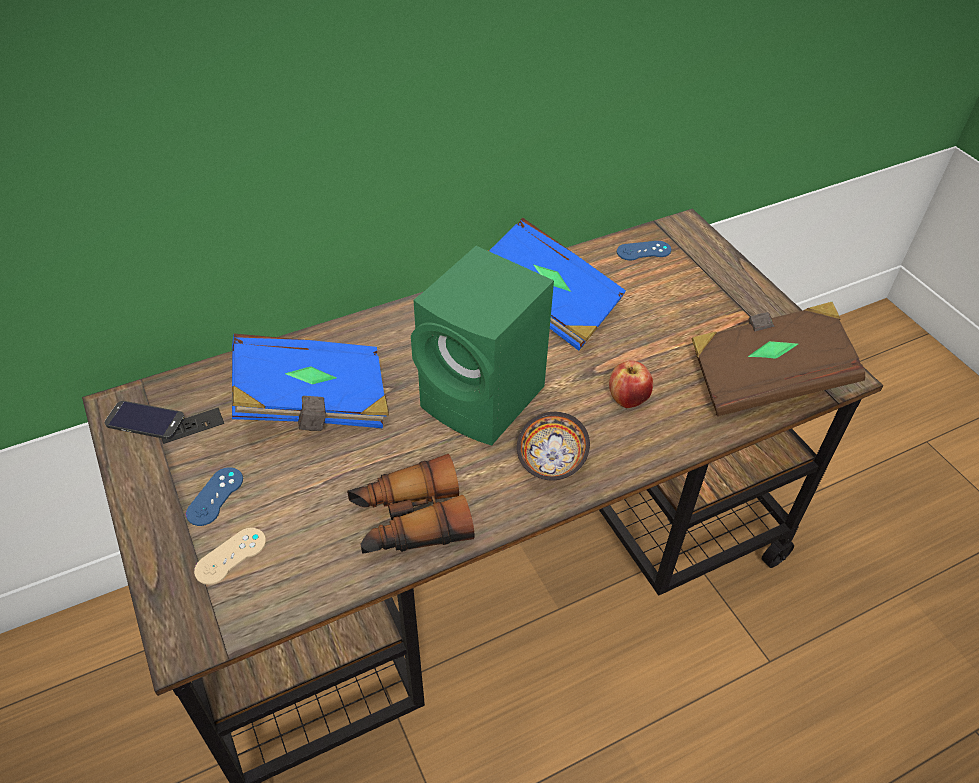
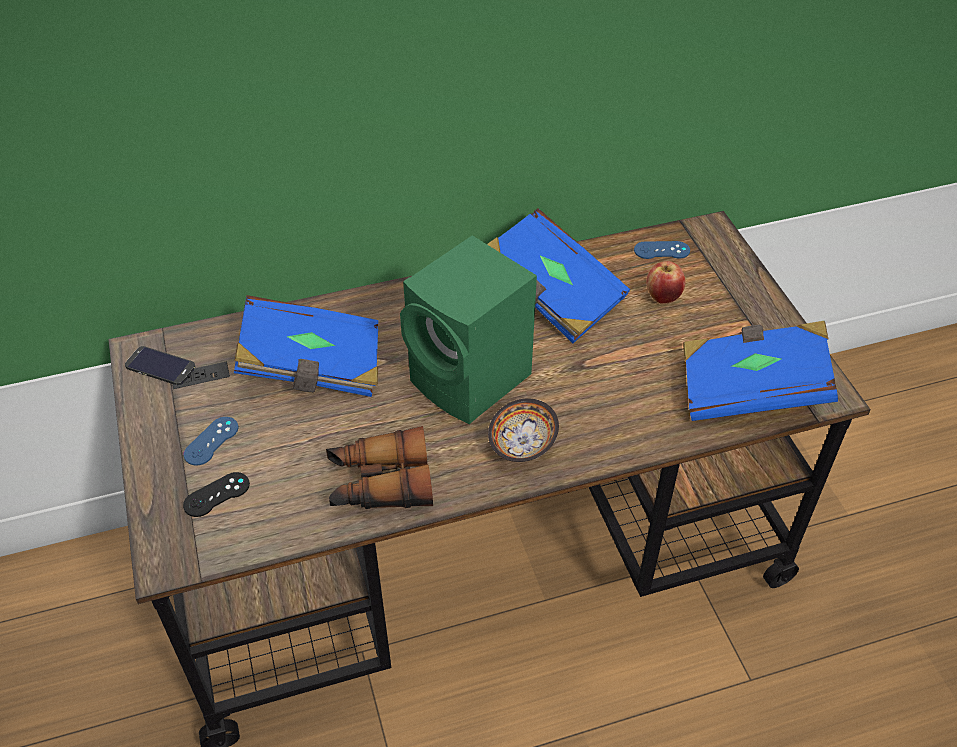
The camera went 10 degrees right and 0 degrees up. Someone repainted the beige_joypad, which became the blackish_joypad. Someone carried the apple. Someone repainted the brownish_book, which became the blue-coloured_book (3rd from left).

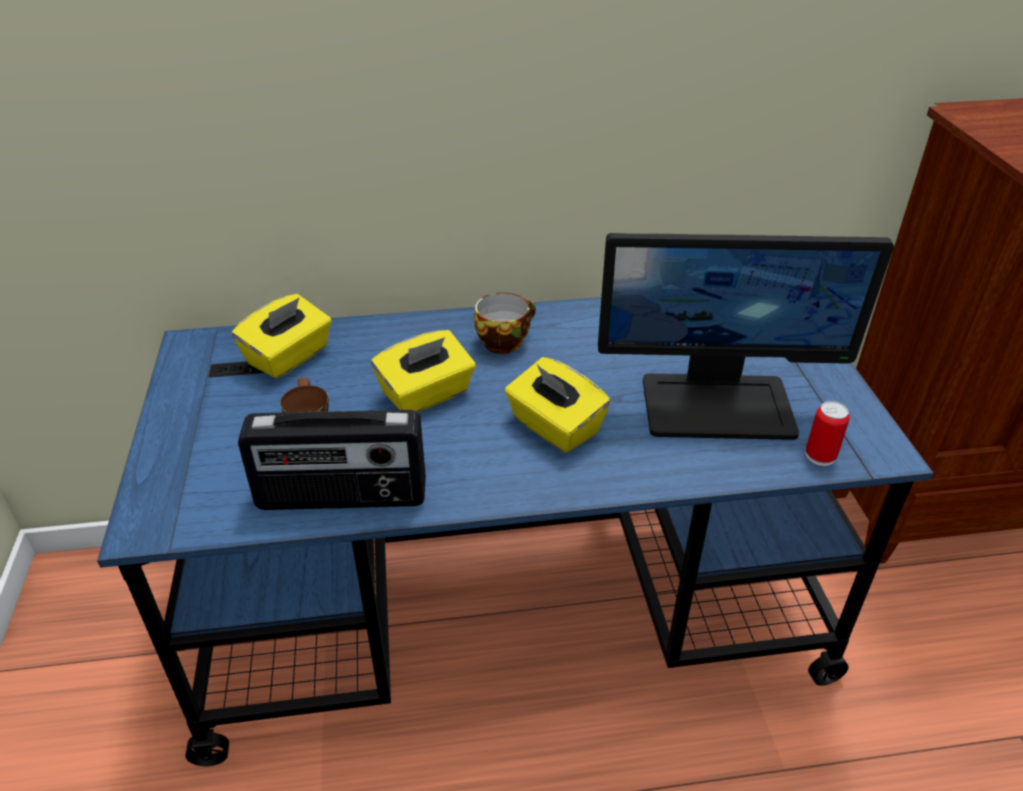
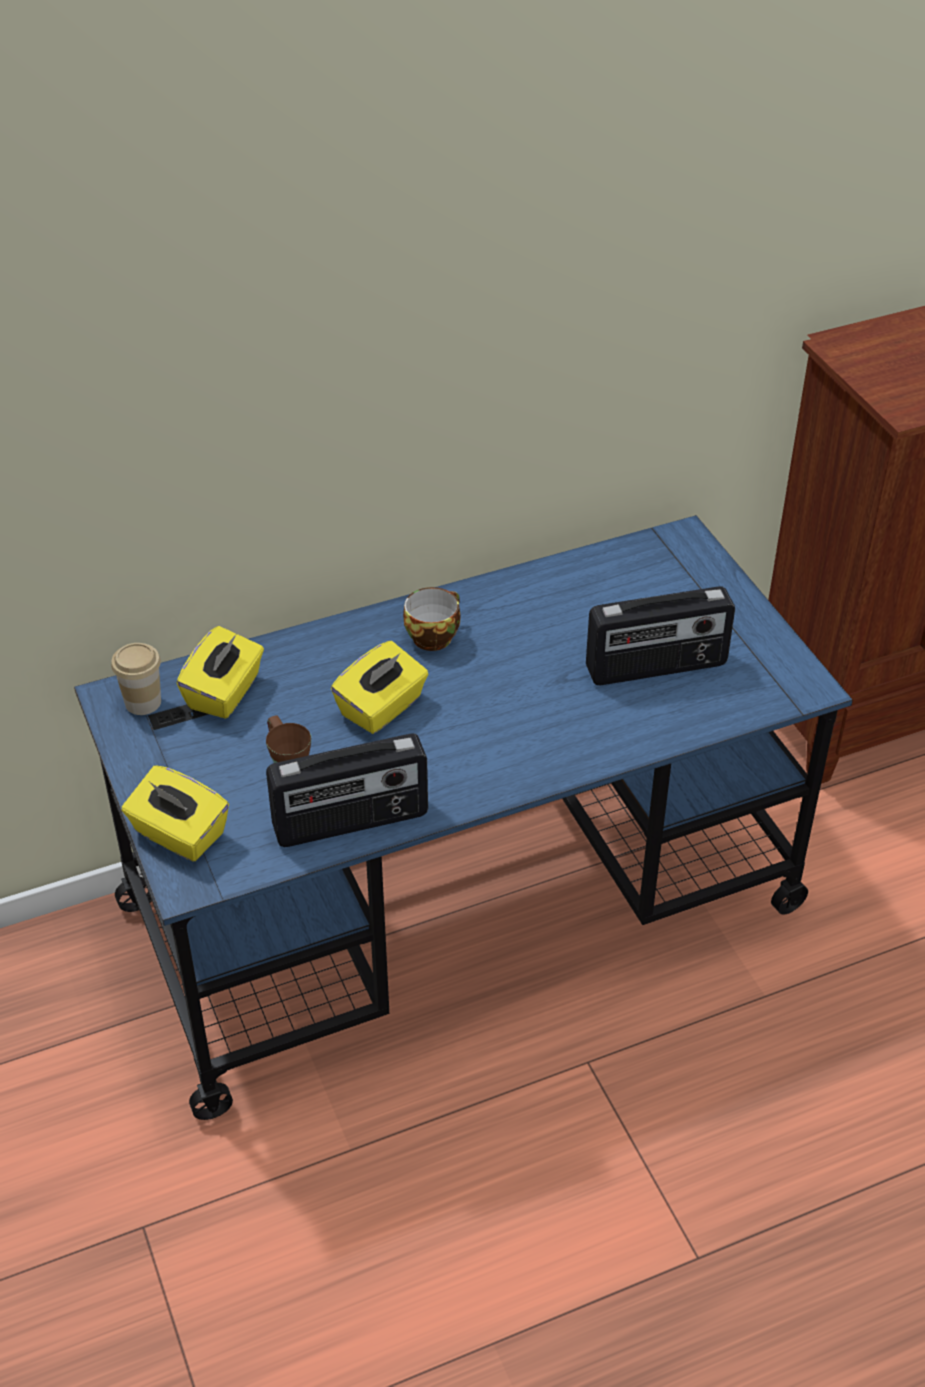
The camera went 15 degrees left and 5 degrees up. Someone carried the yellow_tissue_box (3rd from left in the first image). Someone swapped the computer_screen for the radio (2nd from left). Someone took away the can. Someone put down the small_cup (1st from left).

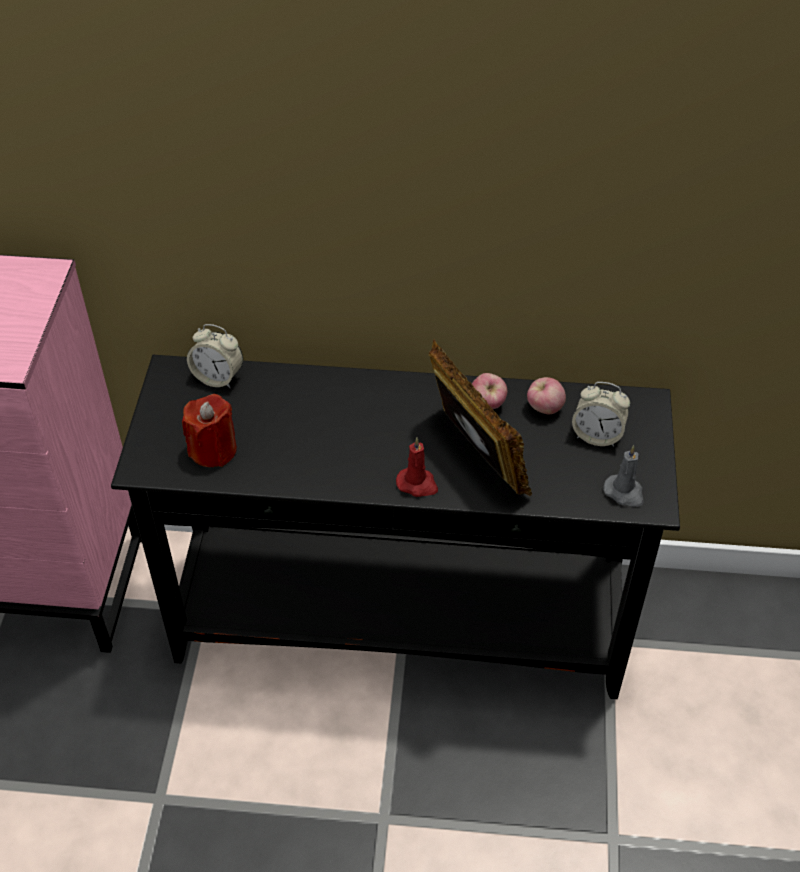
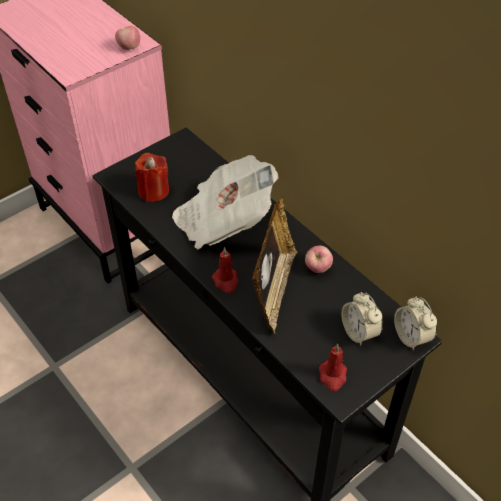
The camera went 45 degrees right and 0 degrees up. Someone carried the bedside_clock (1st from left in the first image). Someone carried the apple (2nd from left in the first image). Someone repainted the greyish_candle, which became the red_candle (3rd from left). Someone put down the daily_paper.

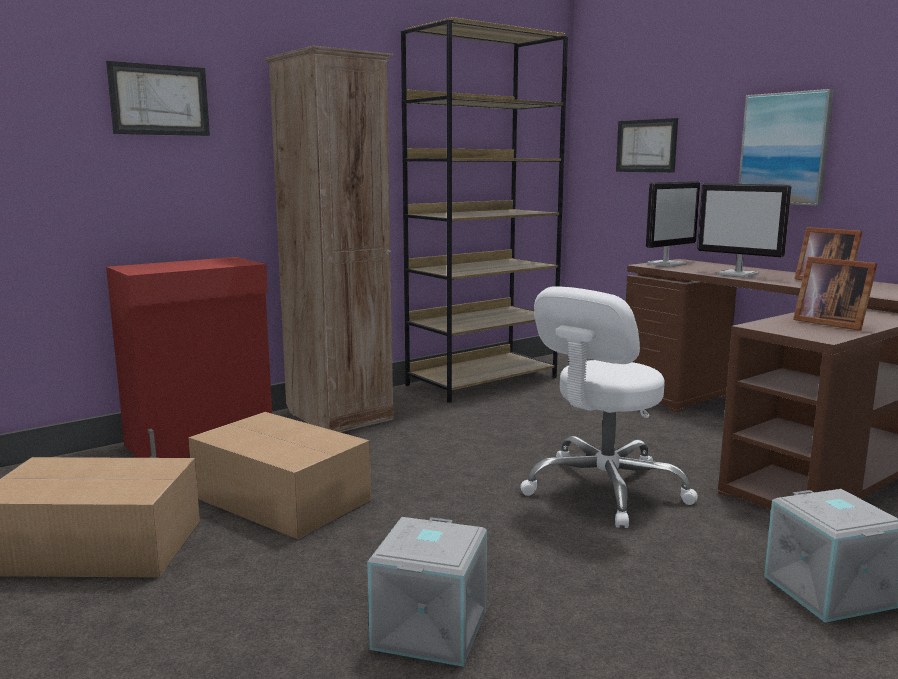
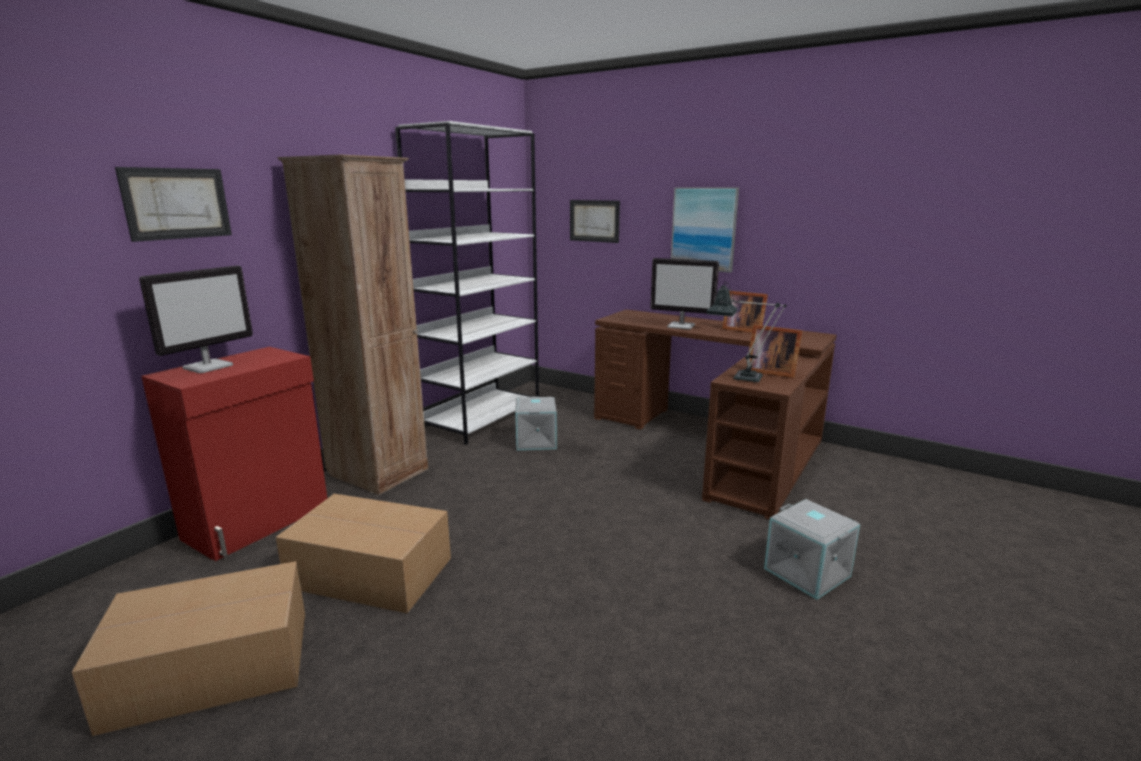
The camera went 20 degrees left and 5 degrees up. Someone carried the greyish_storage_bin (1st from left). Someone repainted the brownish_bookcase, which became the whitish_bookcase. Someone took away the whitish_office_chair. Someone carried the computer_screen (1st from left). Someone put down the table_lamp.

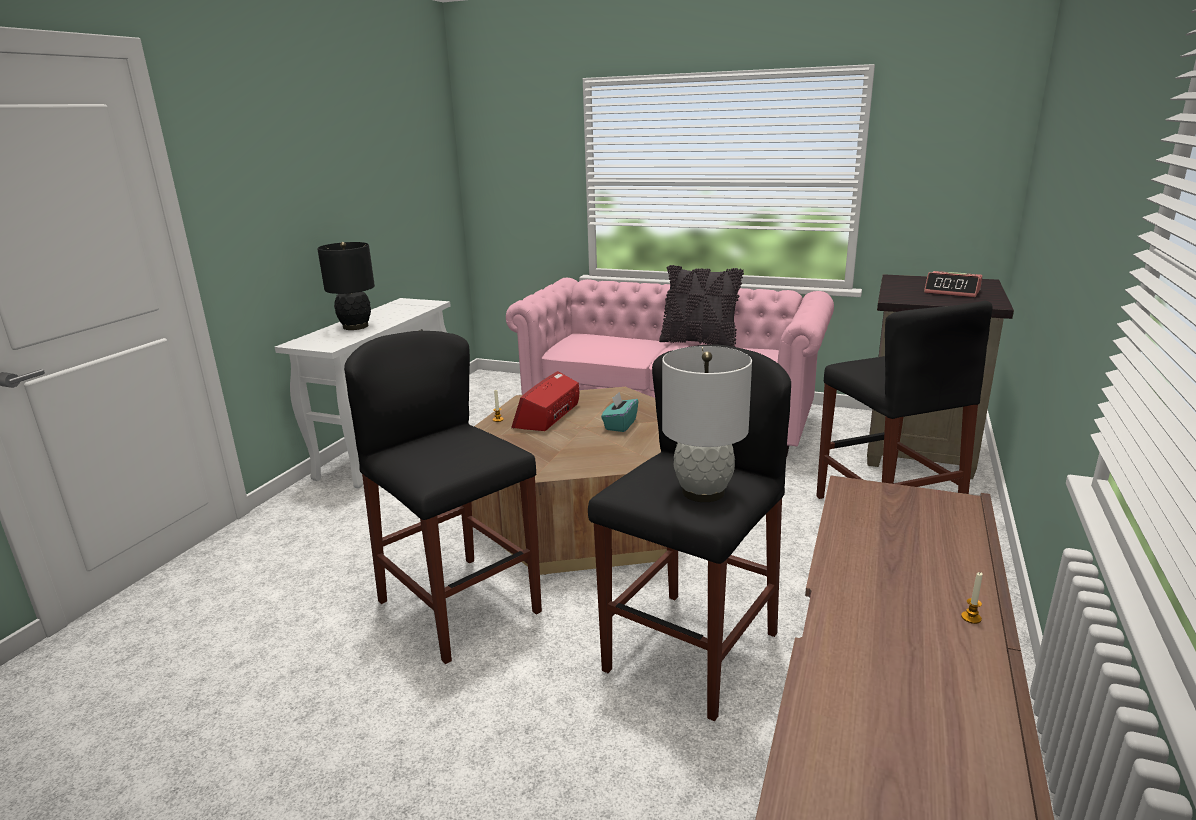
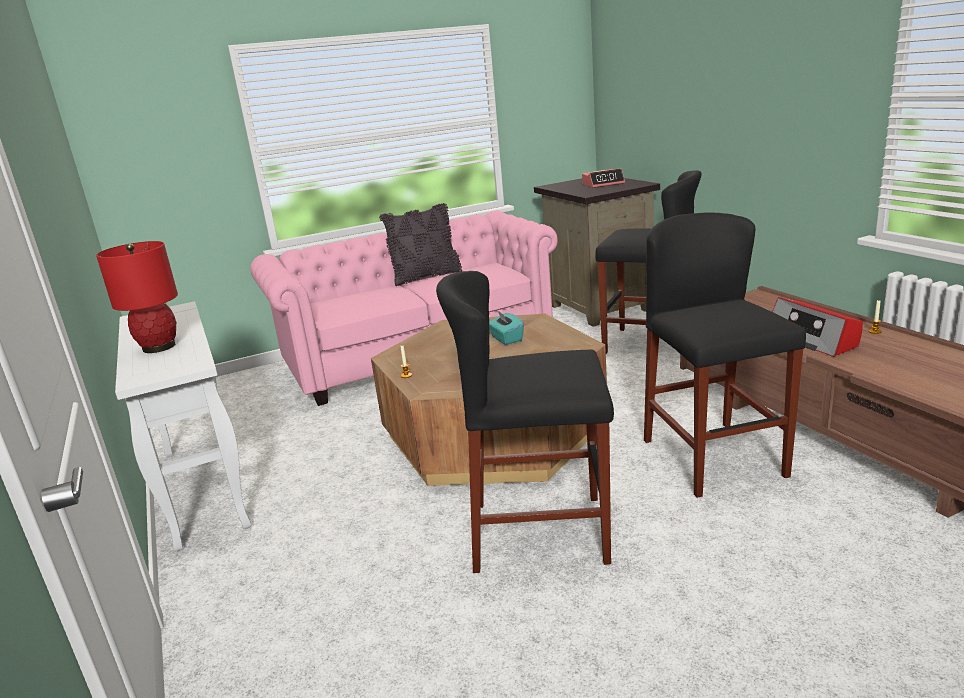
The camera went 45 degrees left and 0 degrees up. Someone repainted the blackish_table_lamp, which became the red_table_lamp. Someone carried the radio. Someone took away the whitish_table_lamp.

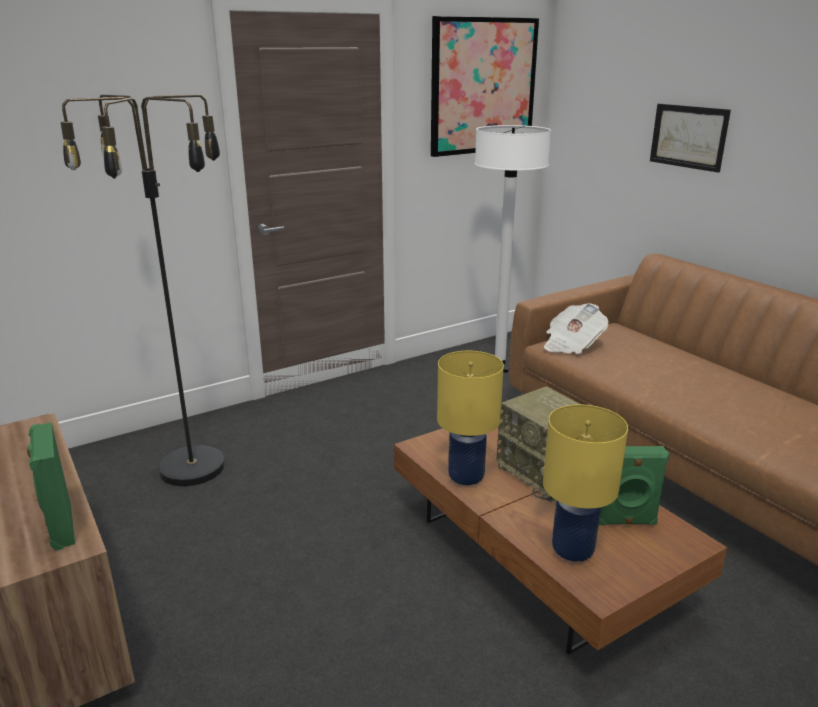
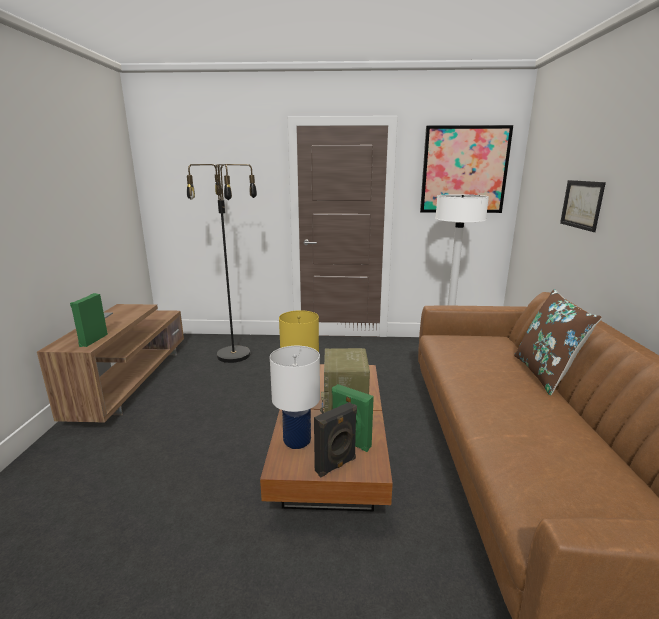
The camera went 35 degrees right and 5 degrees down. Someone repainted the yellow_table_lamp (2nd from left), which became the whitish_table_lamp. Someone took away the daily_paper. Someone put down the blackish_audio_speaker. Someone put down the brownish_cushion.

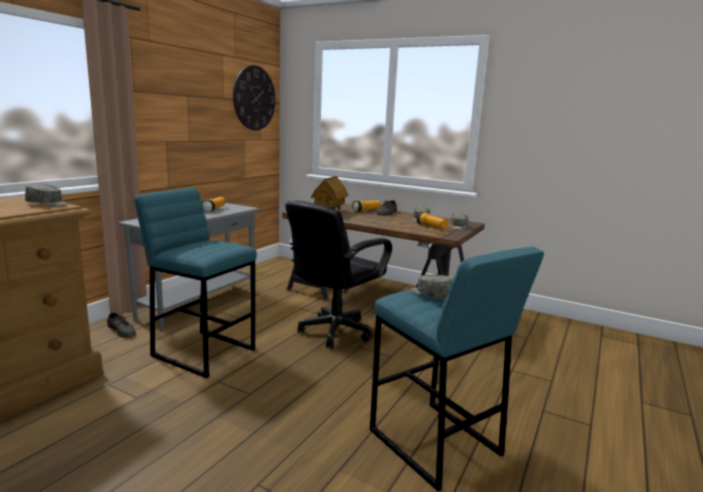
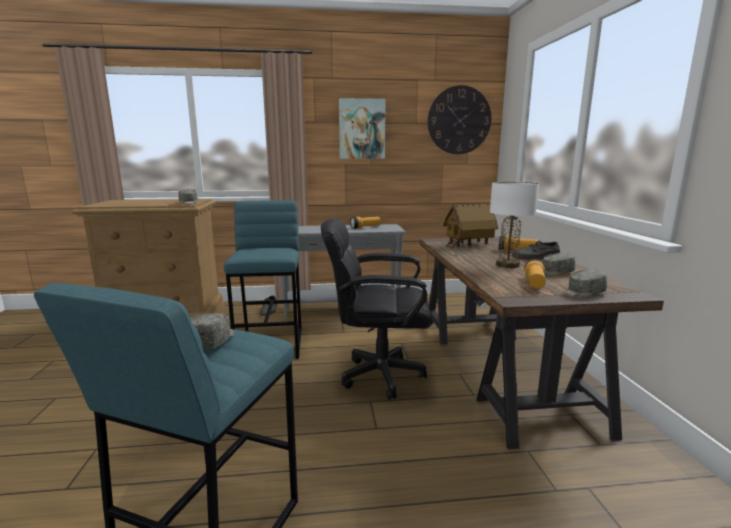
The camera went 55 degrees right and 0 degrees up. Someone put up the wall_art. Someone put down the table_lamp.

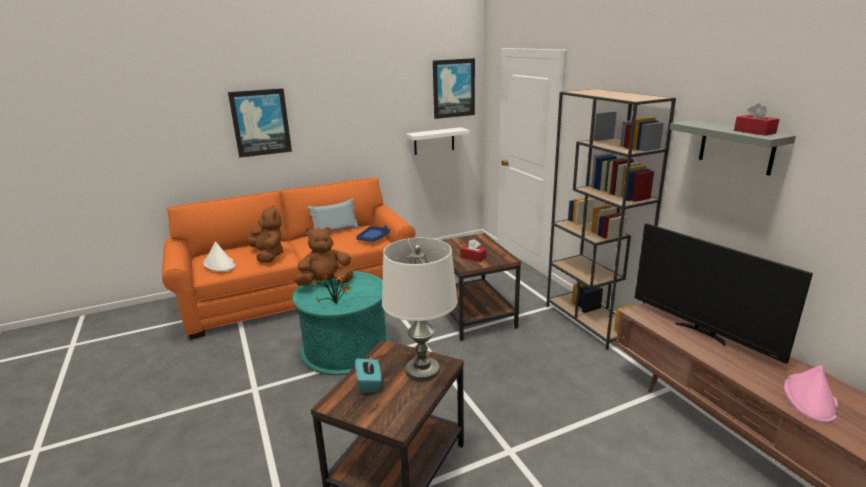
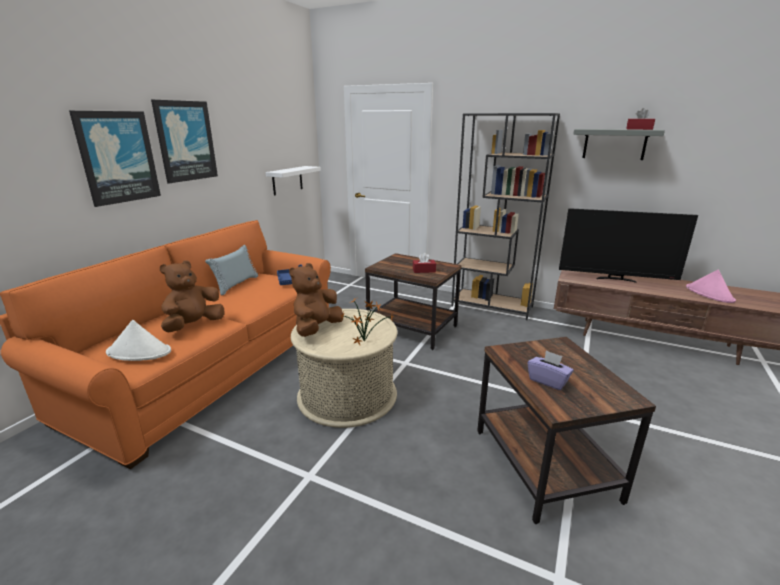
The camera went 40 degrees left and 0 degrees up. Someone rotated the brownish_plush_toy (1st from left) by 75 degrees counterclockwise. Someone repainted the turquoise_coffee_table, which became the beige_coffee_table. Someone repainted the turquoise_tissue_box, which became the purplish_tissue_box. Someone took away the whitish_table_lamp. Someone carried the wall_art (2nd from left).

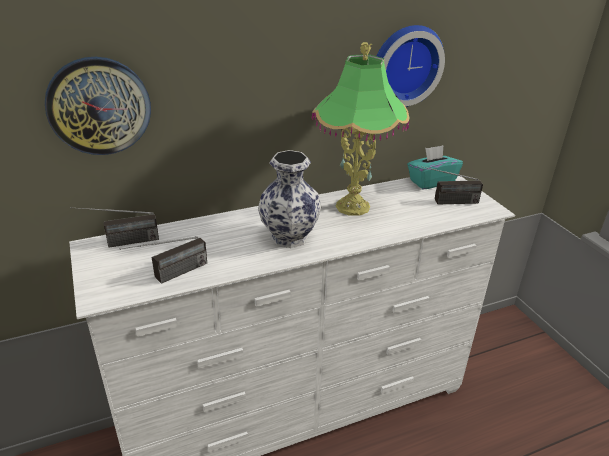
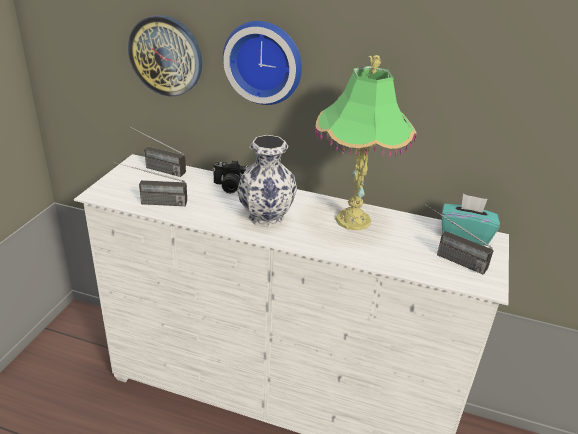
The camera went 40 degrees right and 0 degrees up. Someone carried the clock_on_the_wall (2nd from left). Someone put down the still_camera.

